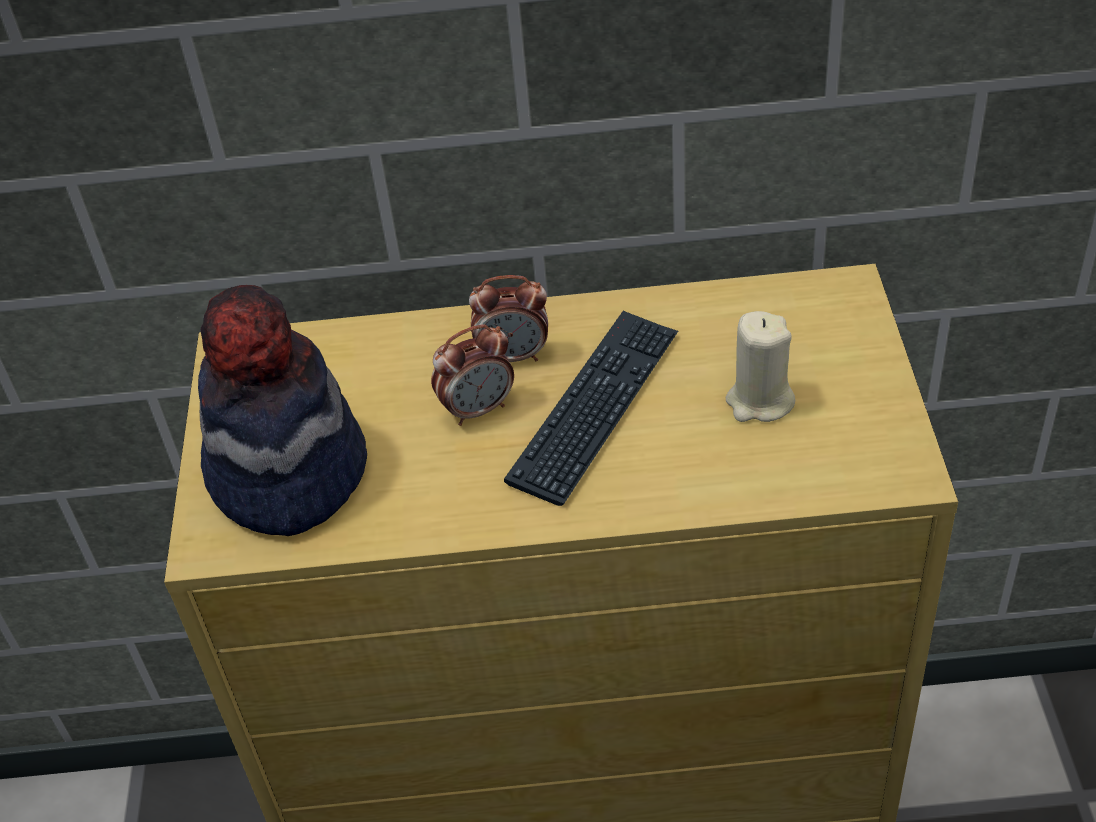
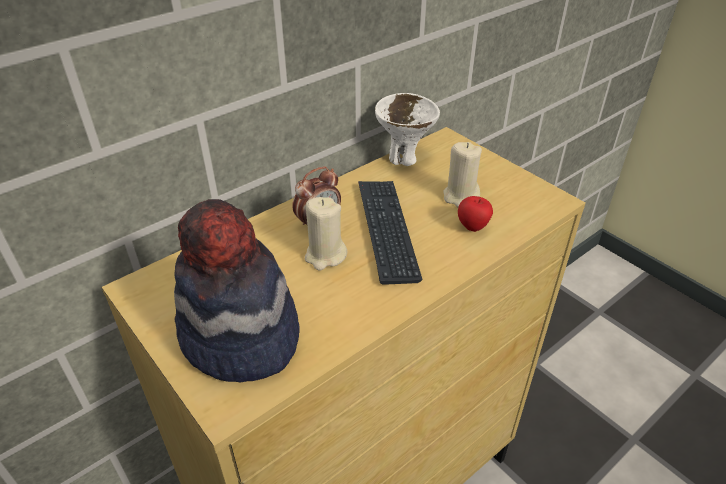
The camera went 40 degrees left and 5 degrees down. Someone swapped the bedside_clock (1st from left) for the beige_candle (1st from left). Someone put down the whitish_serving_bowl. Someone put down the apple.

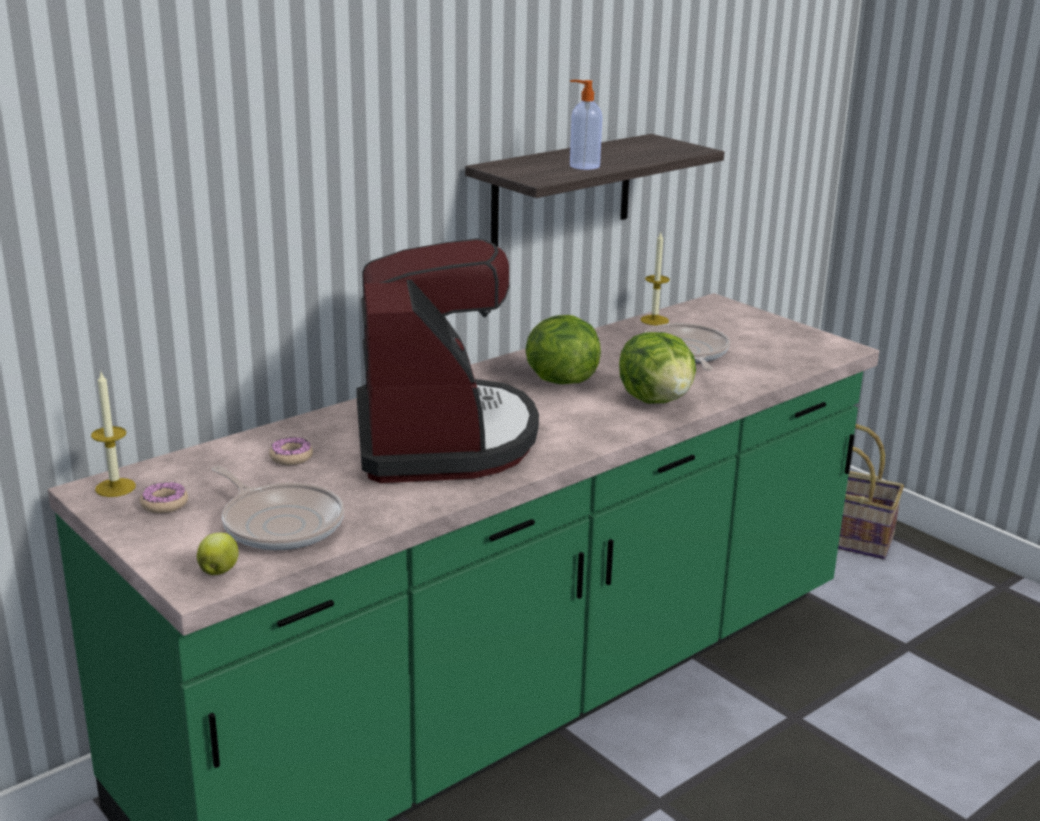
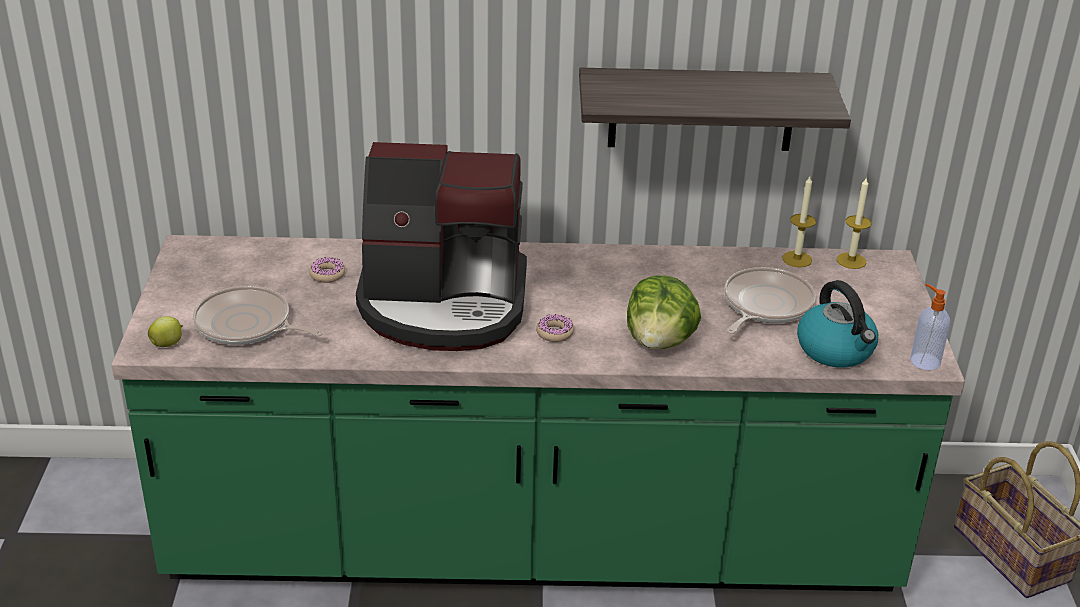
The camera went 40 degrees right and 10 degrees up. Someone carried the candle (1st from left in the first image). Someone carried the doughnut (1st from left in the first image). Someone rotated the frying_pan (1st from left) by 120 degrees clockwise. Someone rotated the coffee_maker by 60 degrees clockwise. Someone took away the lettuce_head (1st from left). Someone carried the liquid_soap_bottle. Someone put down the tea_kettle.

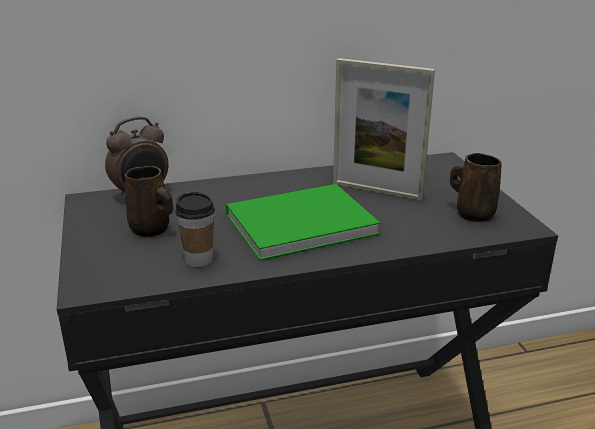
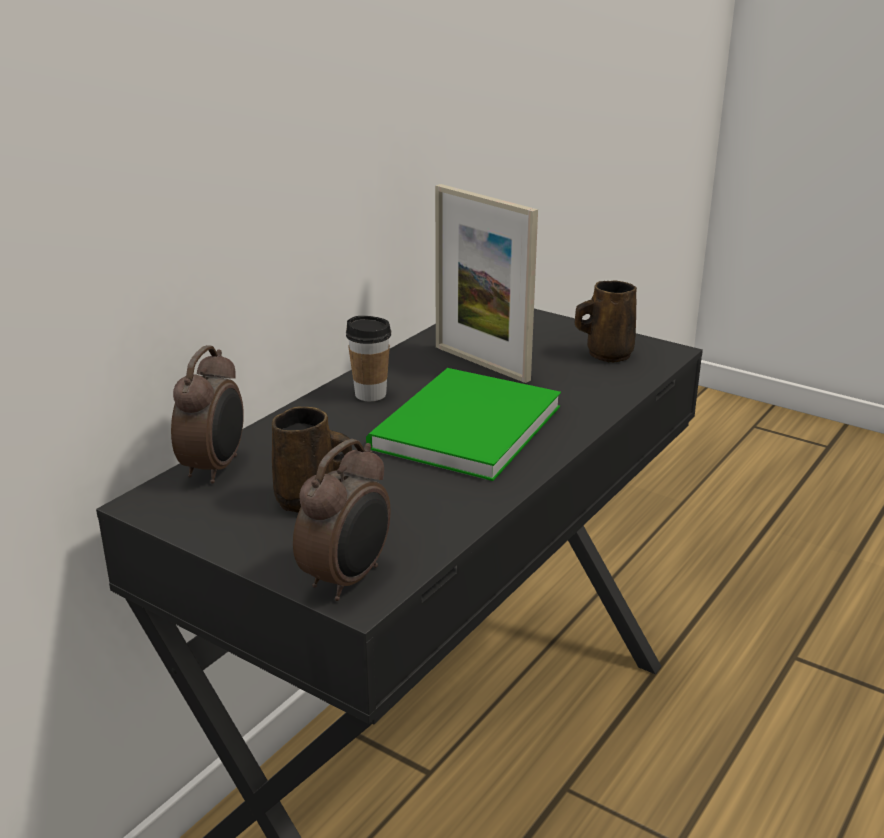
The camera went 40 degrees left and 0 degrees up. Someone carried the small_cup. Someone rotated the standing_frame by 60 degrees clockwise. Someone put down the bedside_clock (2nd from left).

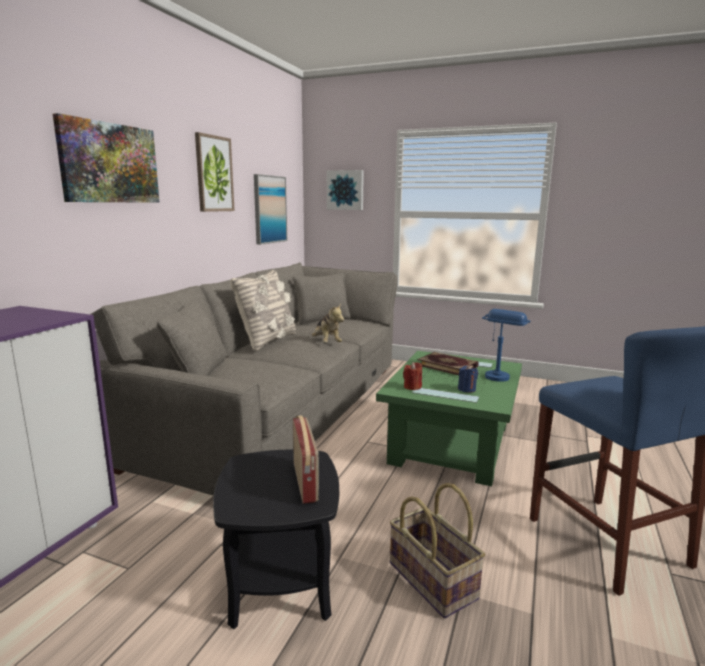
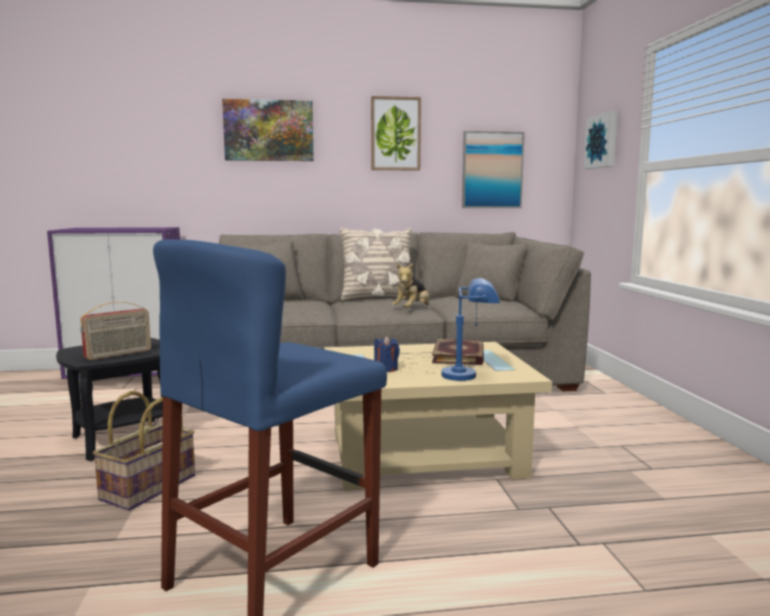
The camera went 60 degrees right and 5 degrees down. Someone repainted the greenish_coffee_table, which became the beige_coffee_table. Someone took away the red_candle.

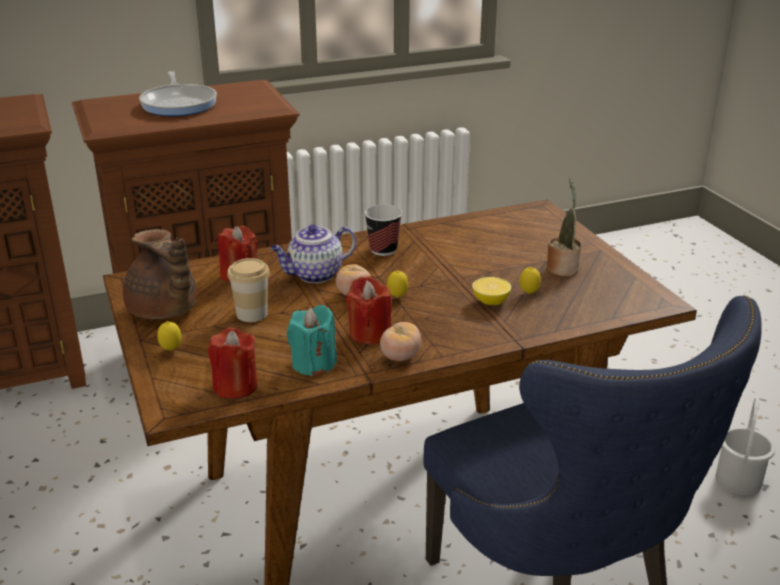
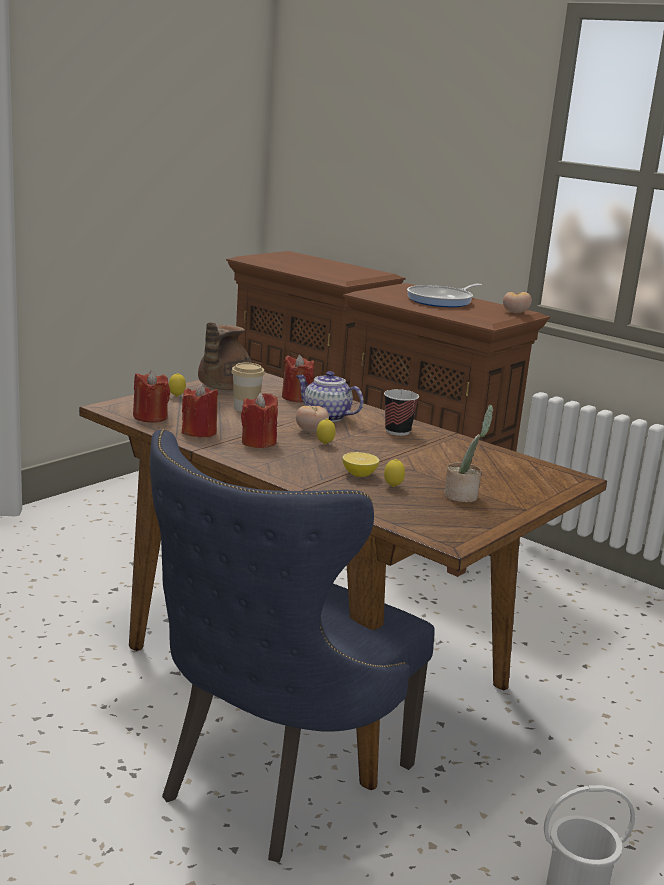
The camera went 60 degrees right and 10 degrees down. Someone repainted the turquoise_candle, which became the red_candle (2nd from left). Someone carried the fresh_tomato (2nd from left).

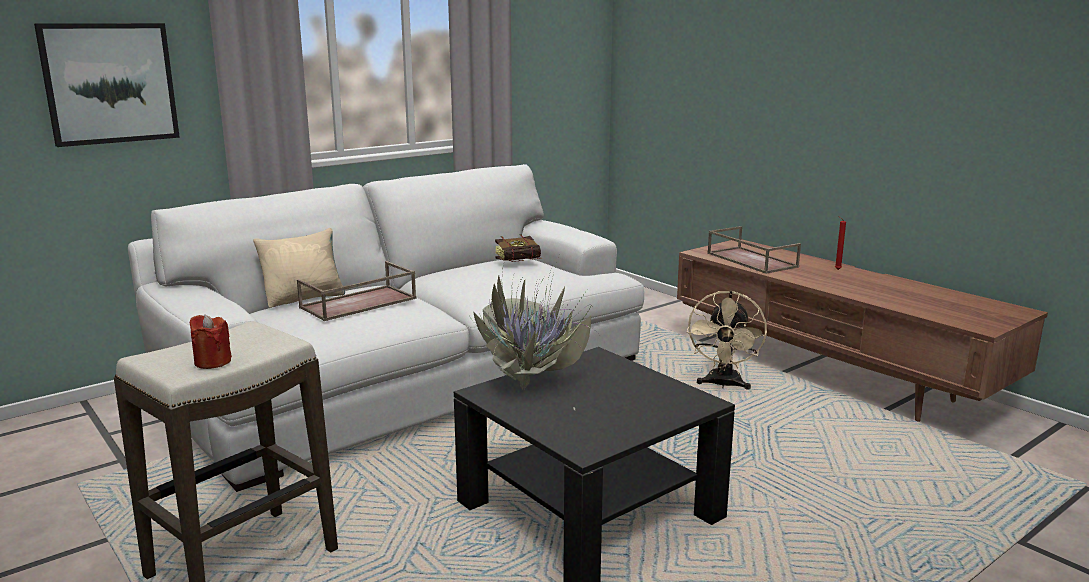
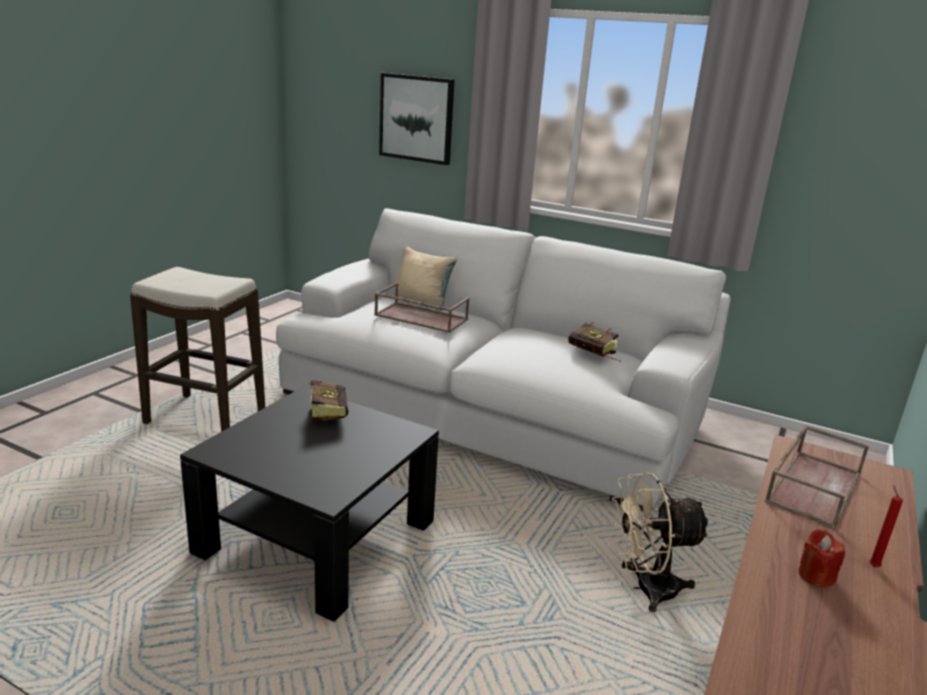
The camera went 65 degrees right and 5 degrees up. Someone carried the red_candle (1st from left). Someone swapped the houseplant for the book (1st from left).

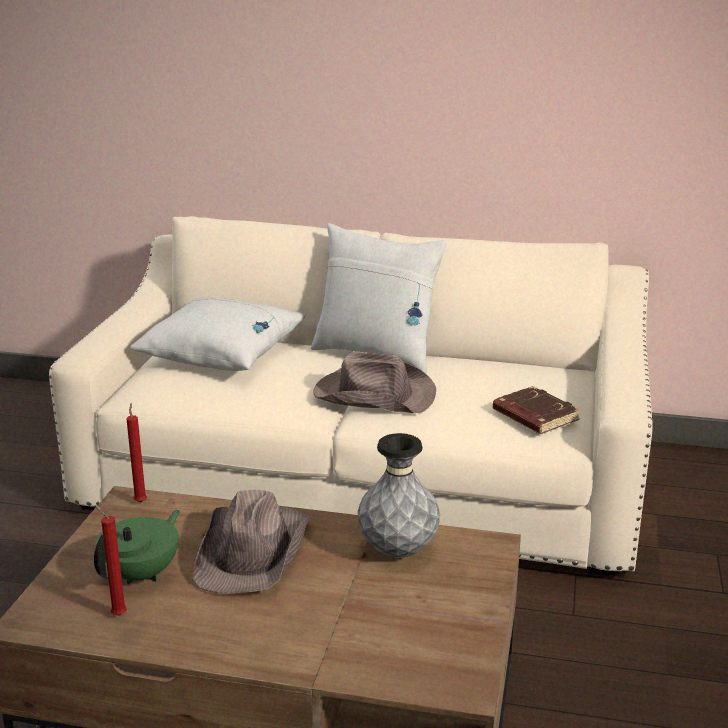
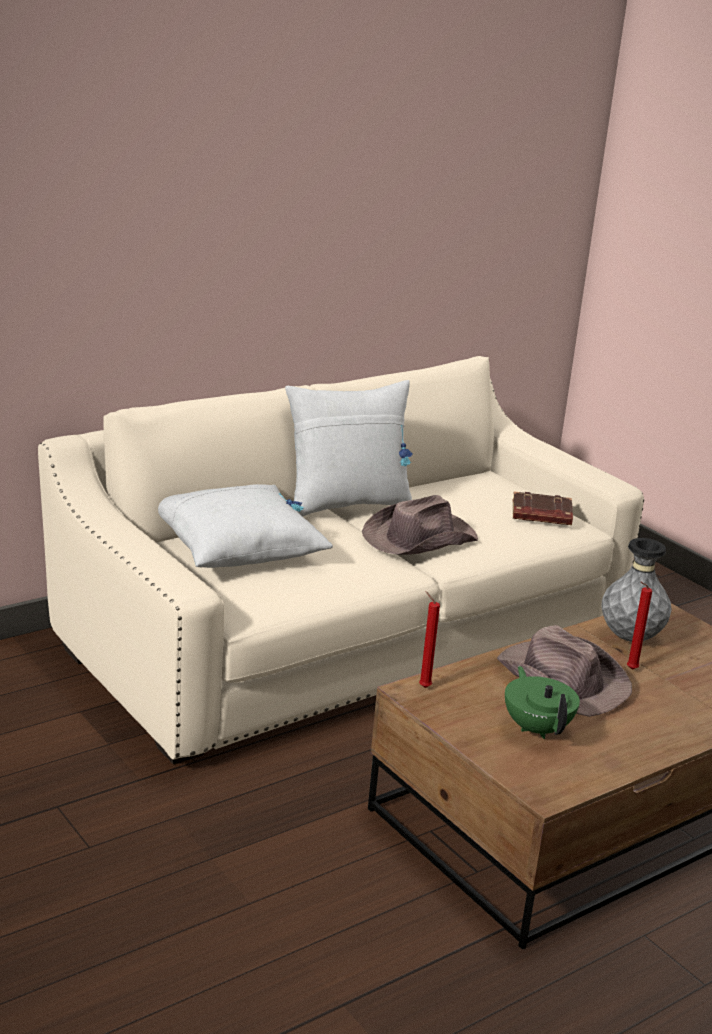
The camera went 50 degrees left and 0 degrees up. Someone carried the red_candle (1st from left in the first image).

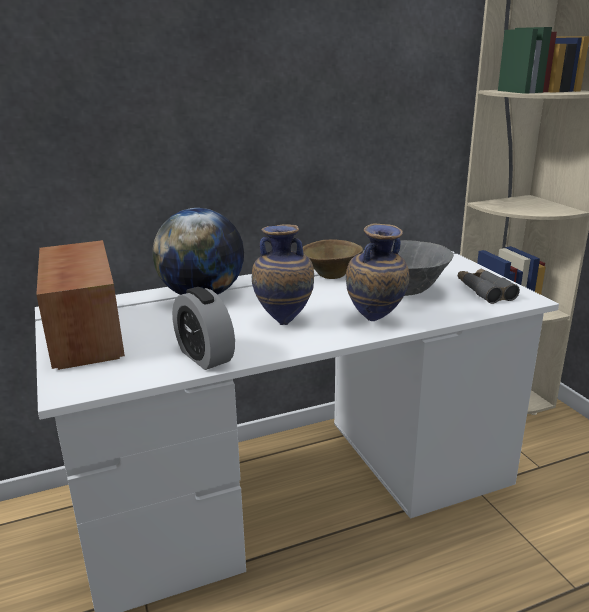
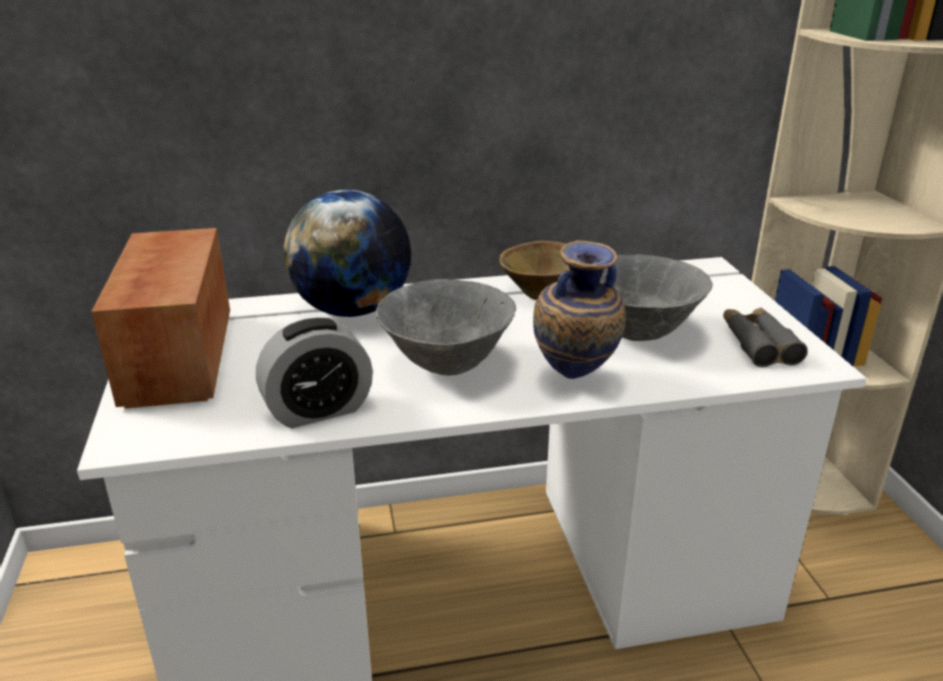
The camera went 10 degrees right and 5 degrees up. Someone rotated the bedside_clock by 90 degrees counterclockwise. Someone swapped the flower_vase (1st from left) for the greyish_serving_bowl (1st from left).

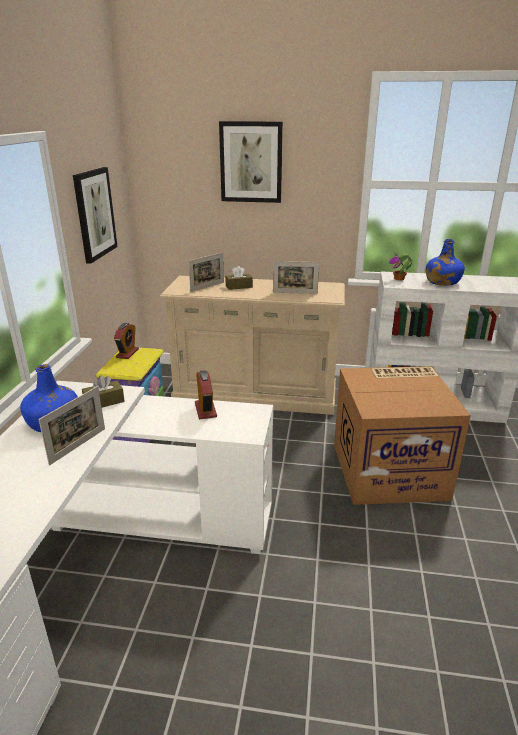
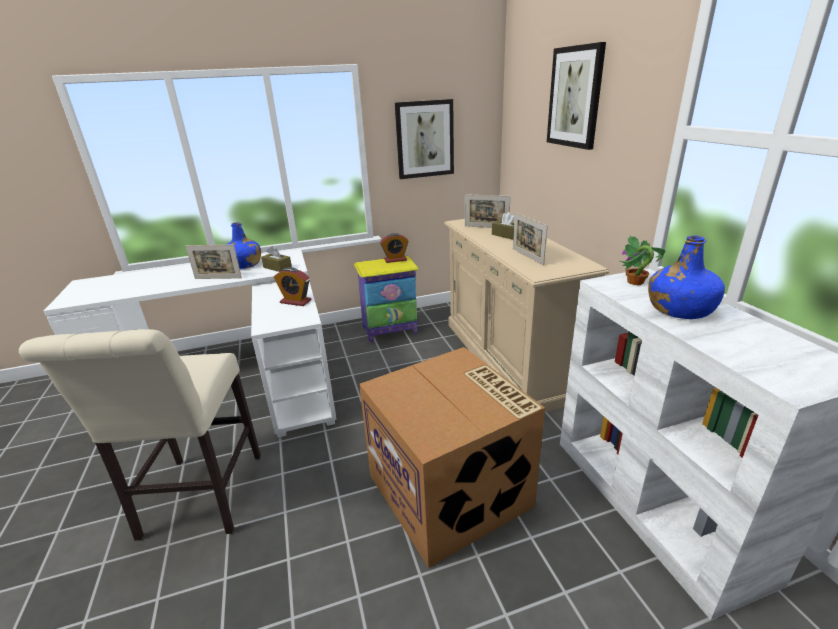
The camera went 65 degrees right and 0 degrees up. Someone rotated the bedside_clock (2nd from left in the first image) by 60 degrees clockwise. Someone put down the beige_stool_seat.

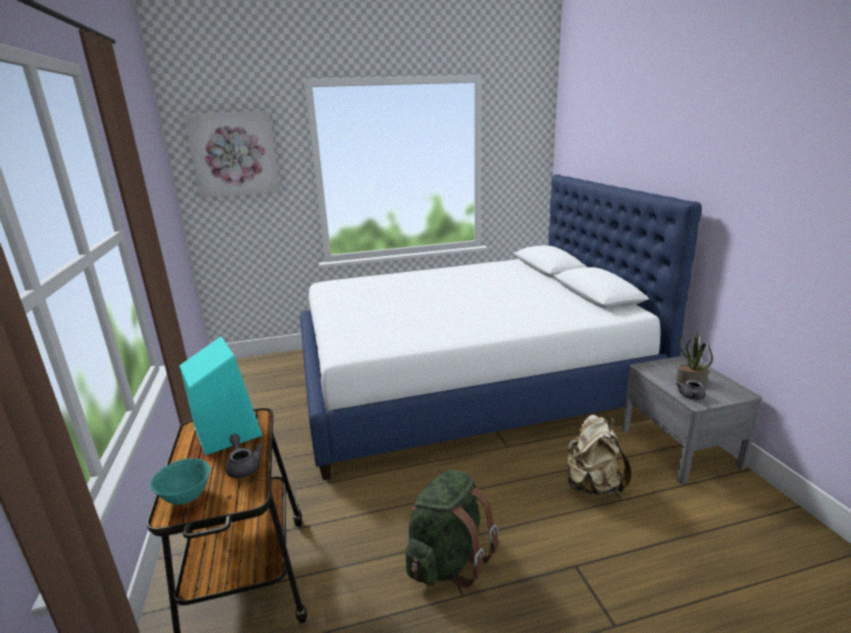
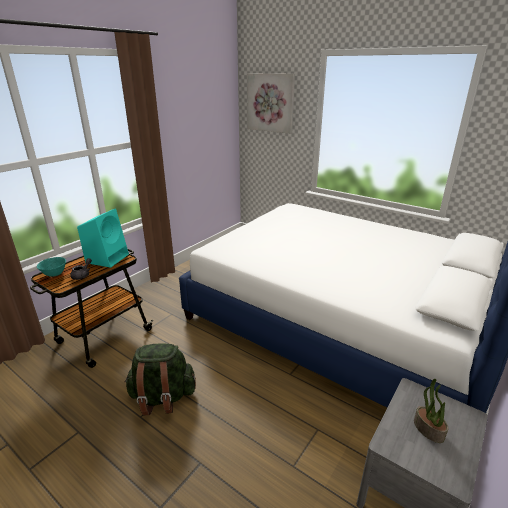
The camera went 50 degrees right and 5 degrees up. Someone took away the beige_rucksack. Someone took away the greyish_teapot (2nd from left).

